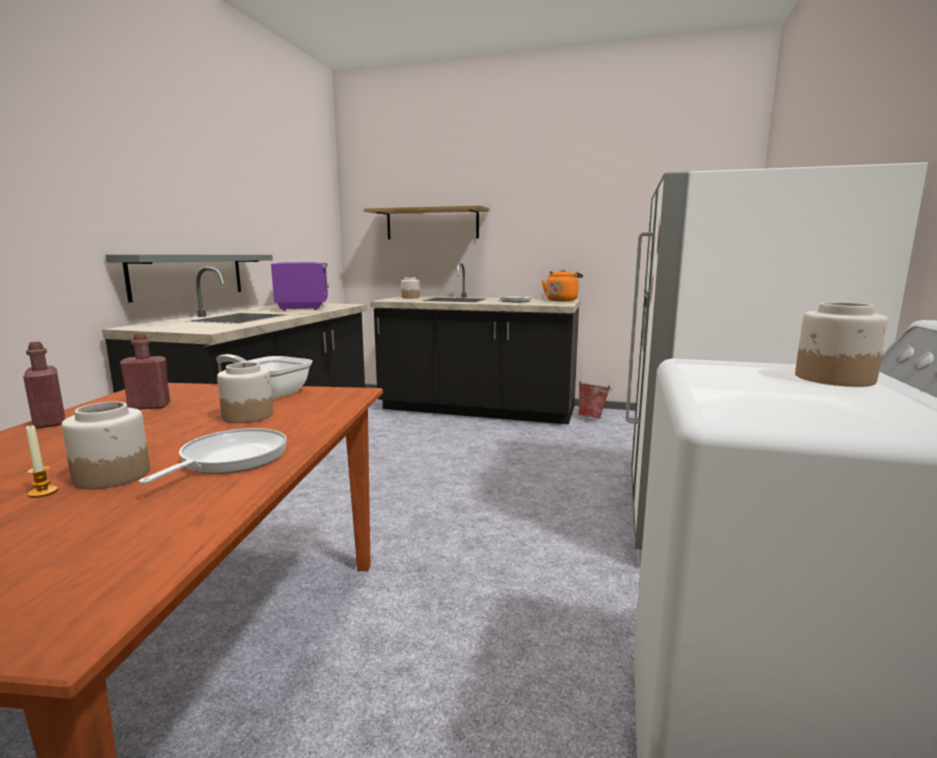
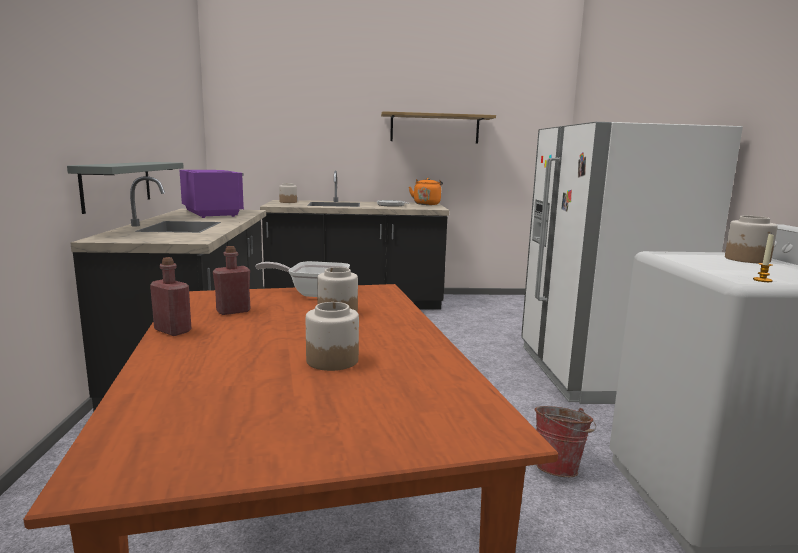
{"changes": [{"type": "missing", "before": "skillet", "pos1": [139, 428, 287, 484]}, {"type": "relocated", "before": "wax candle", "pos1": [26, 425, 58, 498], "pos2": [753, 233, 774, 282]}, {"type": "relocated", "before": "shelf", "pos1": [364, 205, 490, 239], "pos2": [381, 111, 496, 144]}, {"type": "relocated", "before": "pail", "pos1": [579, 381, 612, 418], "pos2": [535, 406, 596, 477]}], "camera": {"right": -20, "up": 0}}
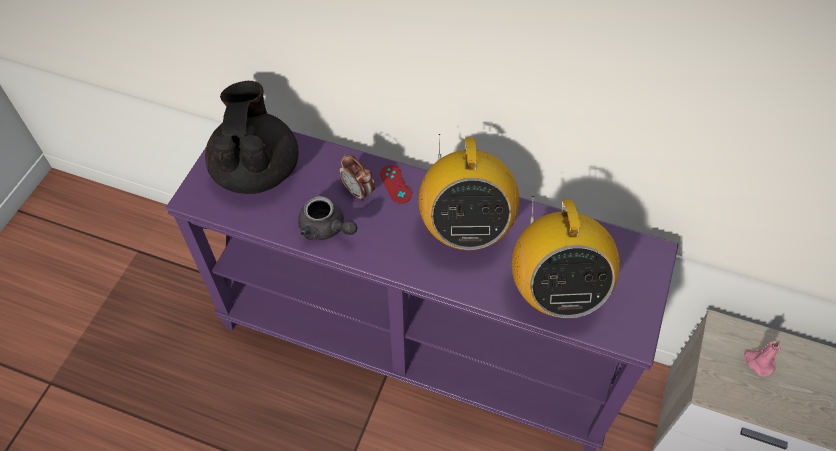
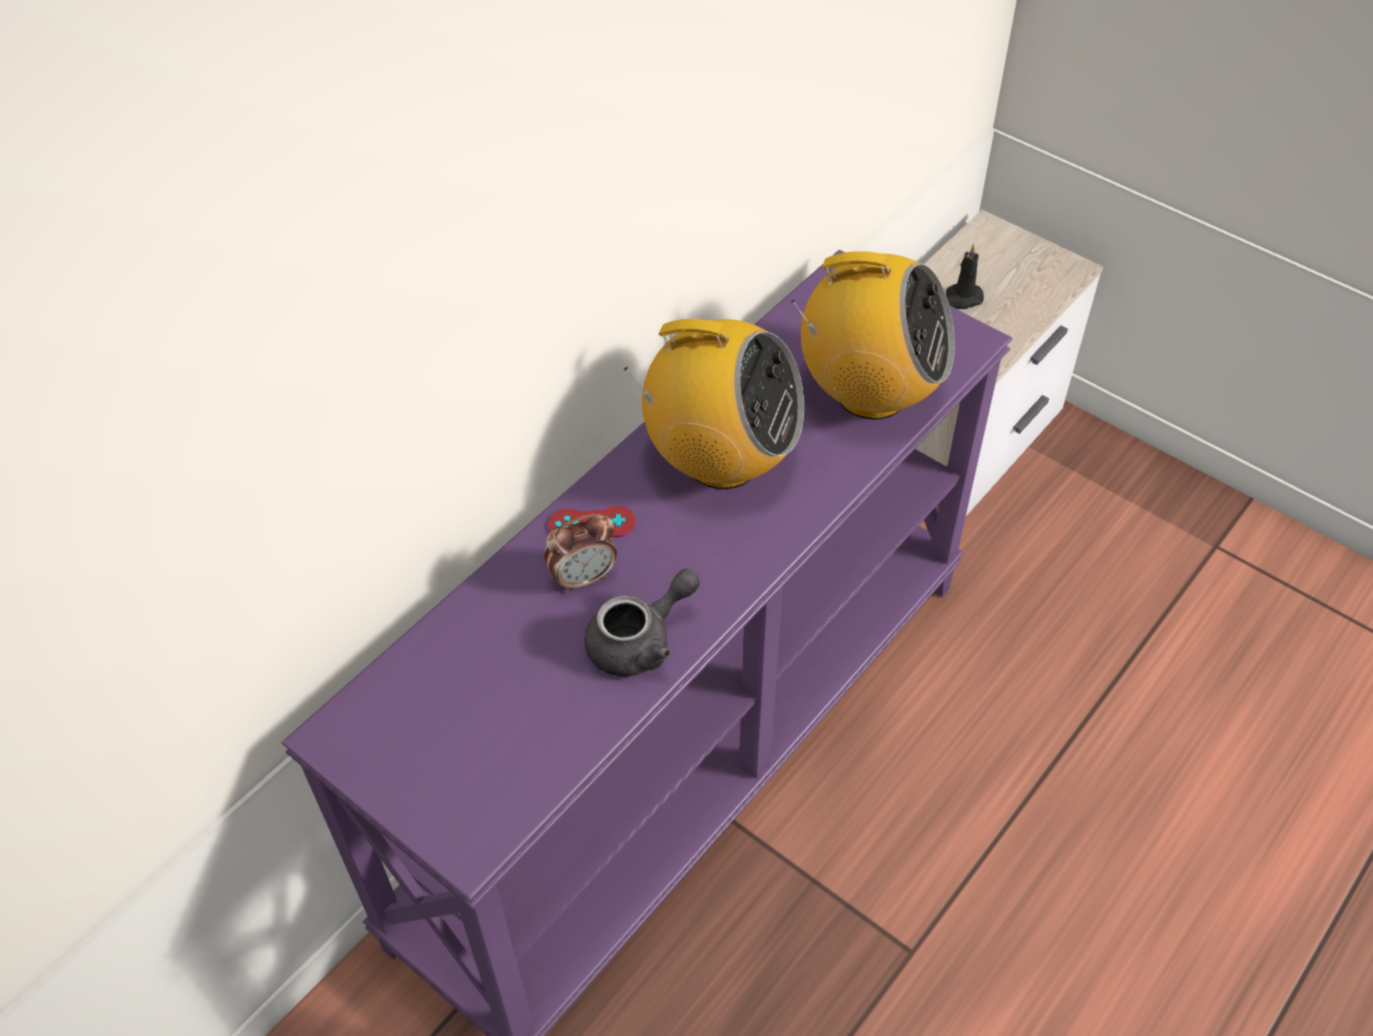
{"changes": [{"type": "missing", "before": "tea pot in black-coloured", "pos1": [205, 81, 299, 194]}, {"type": "colour", "before": "wax candle in pink-coloured", "after": "wax candle in black-coloured", "pos1": [744, 341, 780, 376], "pos2": [946, 244, 984, 309]}], "camera": {"right": -70, "up": -5}}
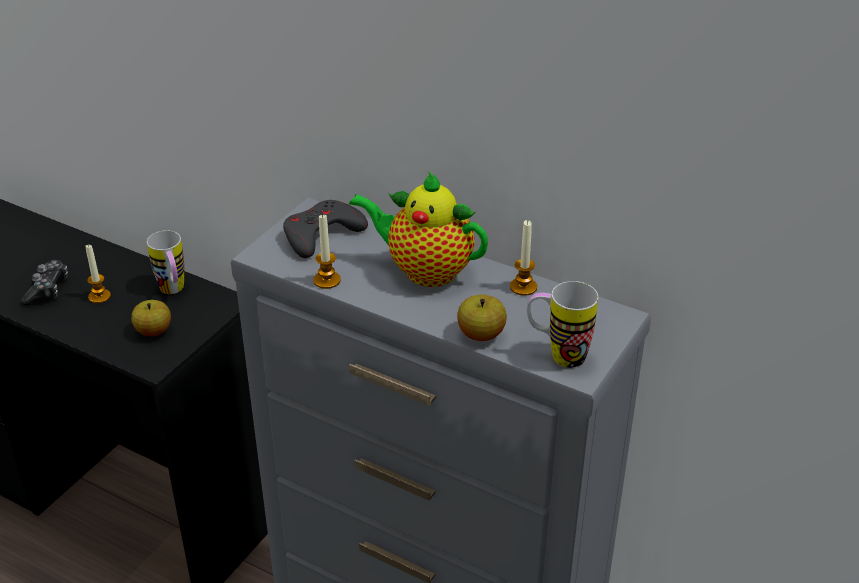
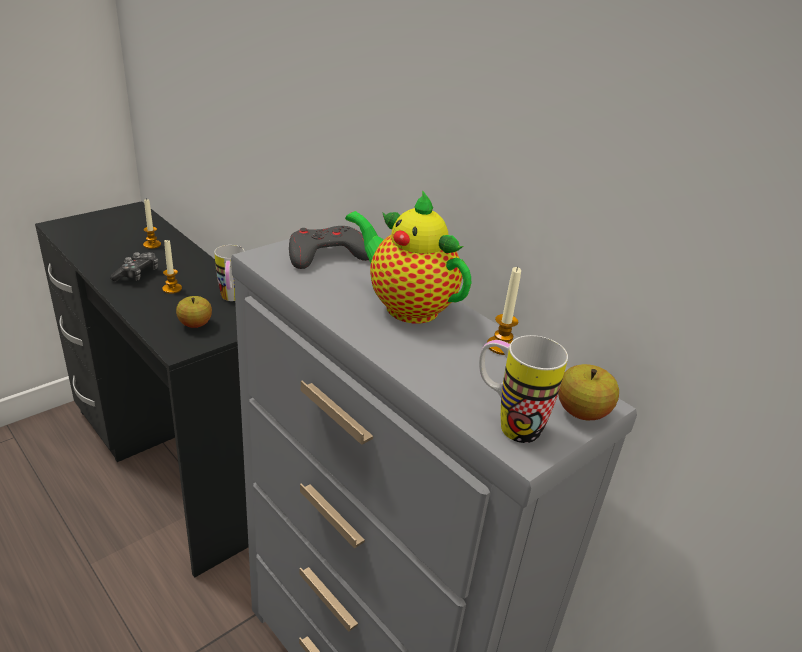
{"changes": [{"type": "relocated", "before": "wax candle", "pos1": [314, 214, 341, 289], "pos2": [143, 198, 161, 249]}, {"type": "relocated", "before": "whole apple", "pos1": [457, 295, 507, 341], "pos2": [558, 364, 619, 420]}], "camera": {"right": 15, "up": -5}}
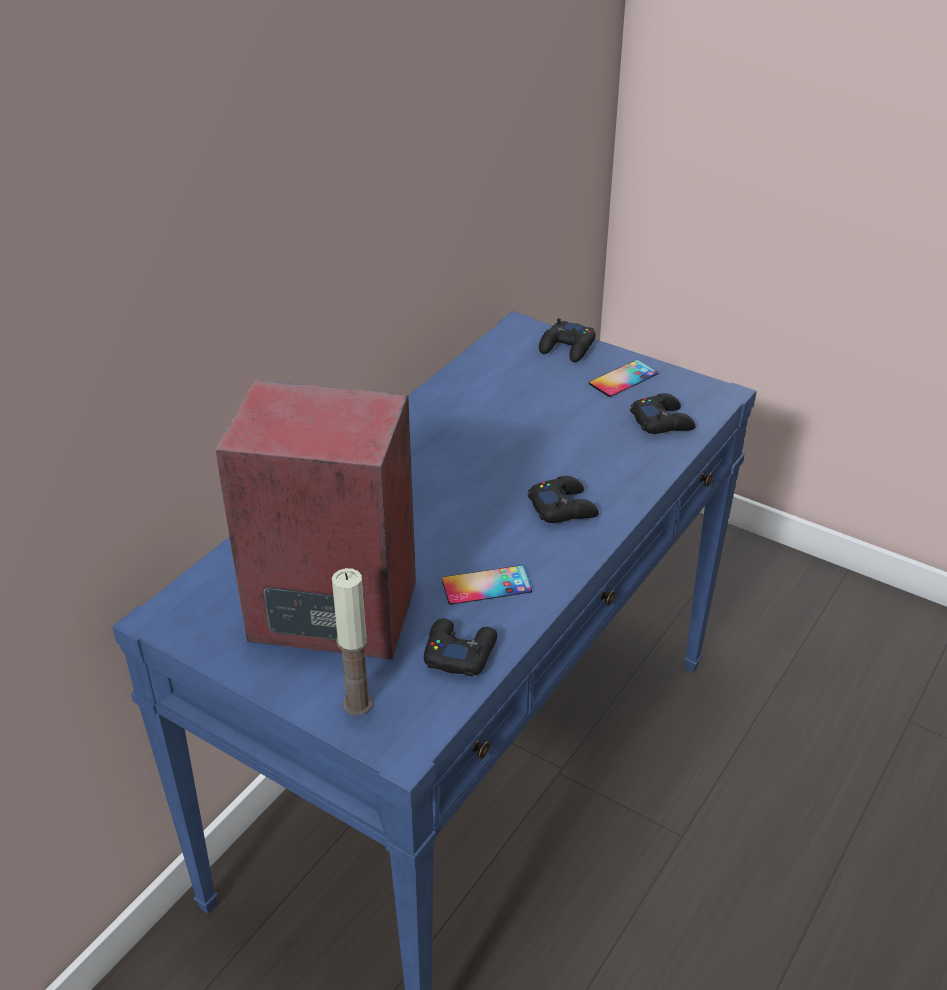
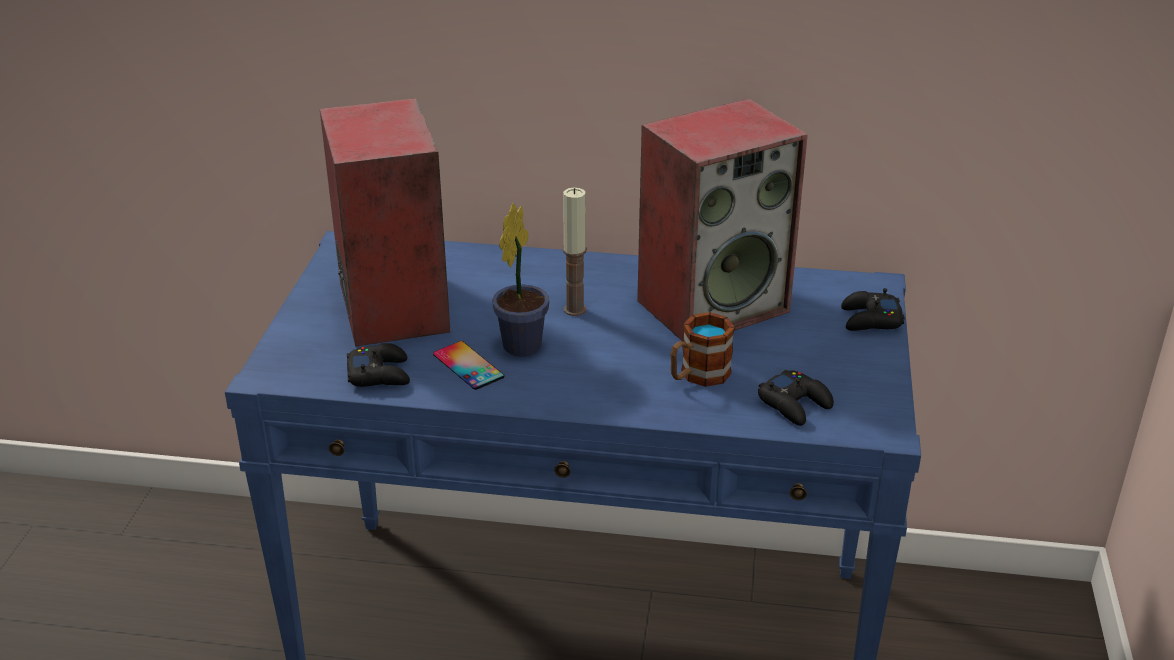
{"changes": [{"type": "missing", "before": "game controller in black-coloured", "pos1": [528, 476, 599, 523]}, {"type": "missing", "before": "handset", "pos1": [589, 360, 658, 397]}, {"type": "appeared", "after": "plant in a pot", "pos2": [492, 203, 549, 357]}, {"type": "appeared", "after": "audio speaker", "pos2": [637, 99, 808, 341]}, {"type": "appeared", "after": "mug", "pos2": [670, 312, 735, 387]}, {"type": "relocated", "before": "wax candle", "pos1": [332, 568, 373, 716], "pos2": [563, 187, 587, 316]}], "camera": {"right": 65, "up": -5}}
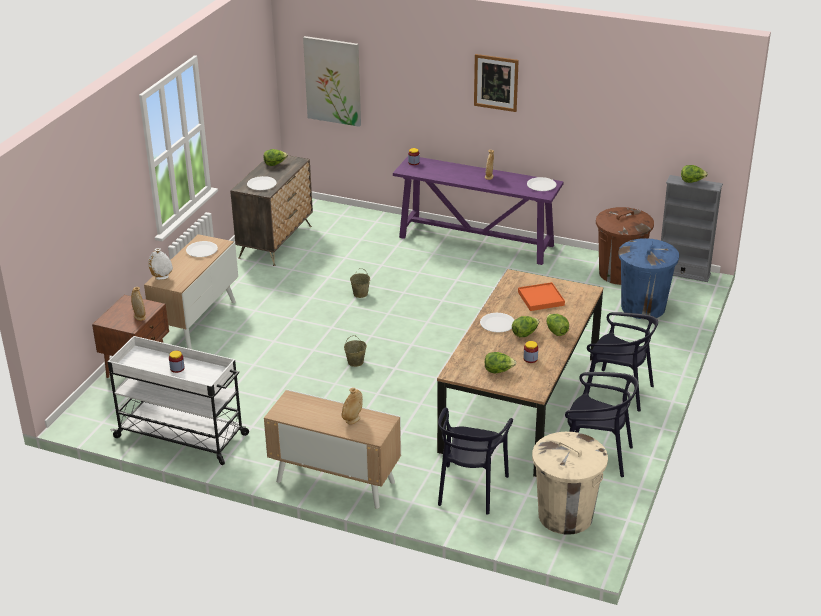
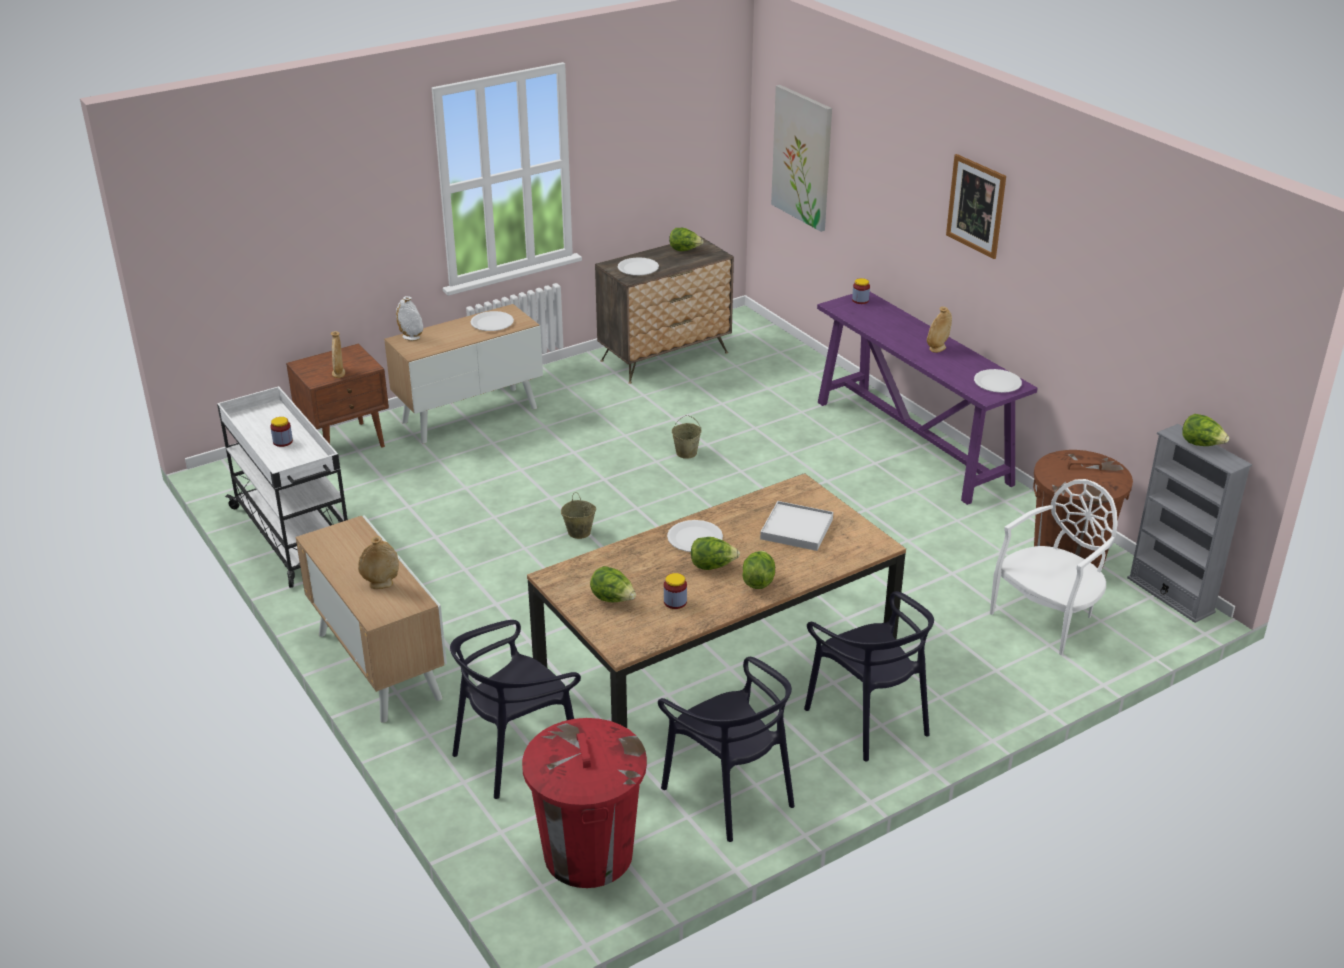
{"changes": [{"type": "exchanged", "before": "rubbish bin in blue", "after": "plain chair in whitish", "pos1": [618, 238, 679, 320], "pos2": [990, 479, 1118, 655]}, {"type": "colour", "before": "carrying tray in orange", "after": "carrying tray in whitish", "pos1": [518, 282, 565, 311], "pos2": [760, 501, 833, 551]}, {"type": "colour", "before": "rubbish bin in beige", "after": "rubbish bin in red-coloured", "pos1": [532, 432, 608, 535], "pos2": [522, 718, 647, 888]}], "camera": {"right": 35, "up": 0}}
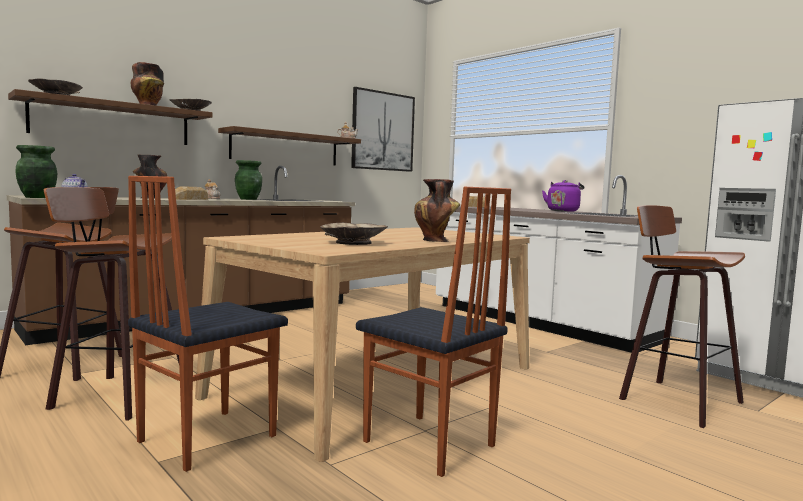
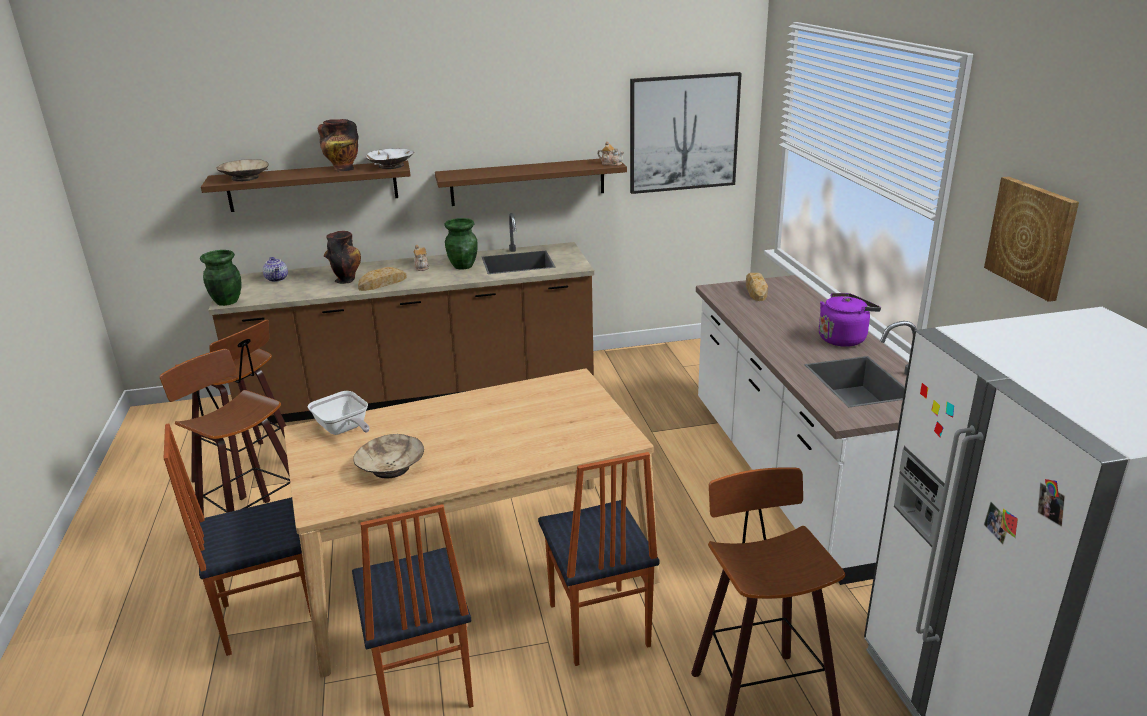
{"changes": [{"type": "missing", "before": "vase", "pos1": [414, 179, 460, 242]}, {"type": "appeared", "after": "skillet", "pos2": [308, 391, 370, 435]}, {"type": "appeared", "after": "plain chair", "pos2": [538, 452, 659, 666]}, {"type": "appeared", "after": "wall art", "pos2": [984, 176, 1079, 302]}], "camera": {"right": 30, "up": 20}}
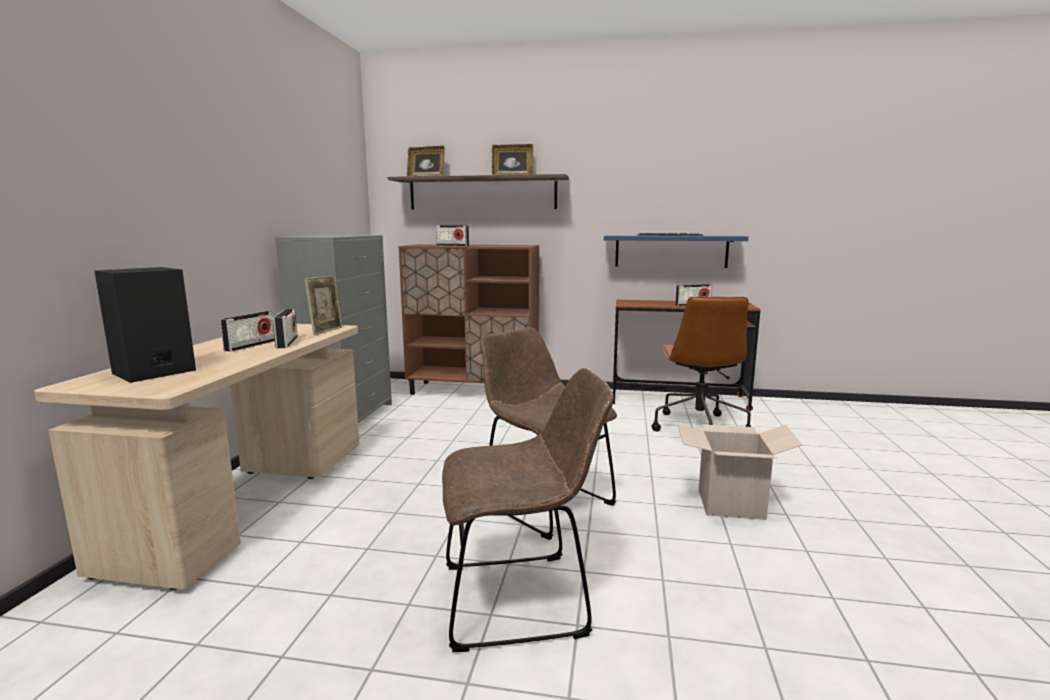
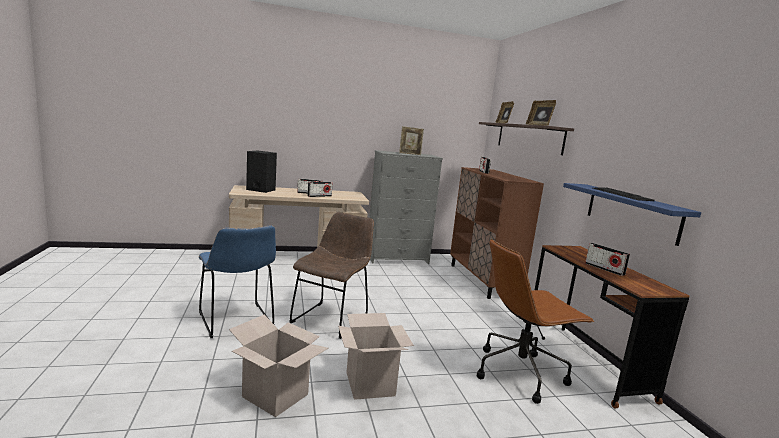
{"changes": [{"type": "appeared", "after": "cardboard box", "pos2": [229, 314, 329, 417]}, {"type": "relocated", "before": "picture frame", "pos1": [305, 275, 342, 335], "pos2": [399, 126, 424, 155]}, {"type": "colour", "before": "plain chair in brown", "after": "plain chair in blue", "pos1": [442, 368, 614, 652], "pos2": [199, 225, 276, 338]}], "camera": {"right": 65, "up": 0}}
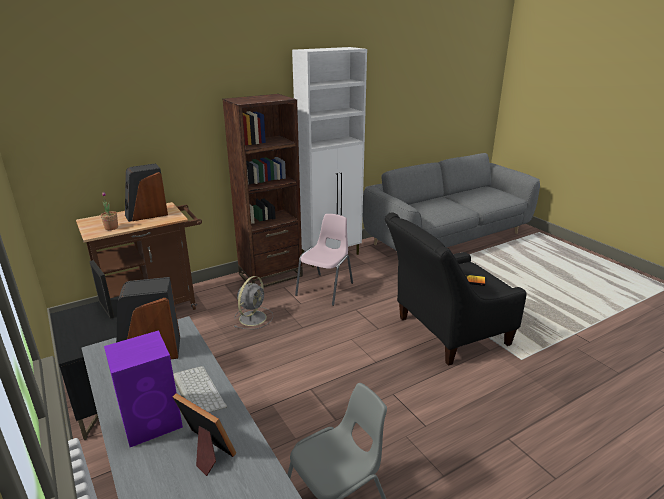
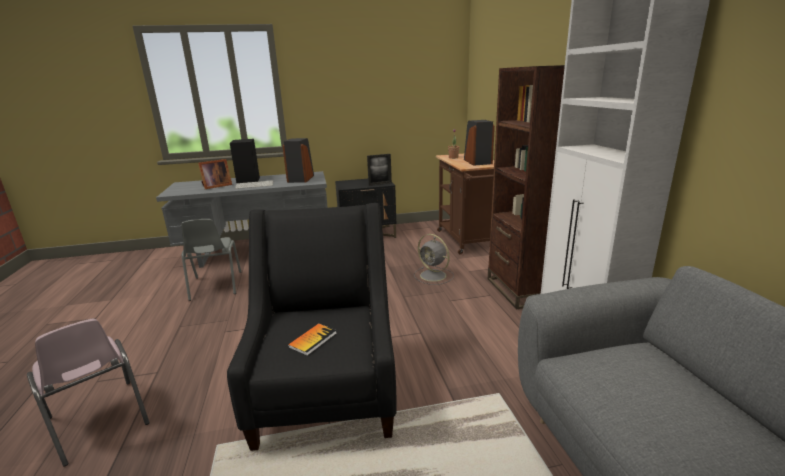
{"changes": [{"type": "relocated", "before": "plain chair in pink-coloured", "pos1": [295, 214, 353, 306], "pos2": [27, 319, 149, 467]}, {"type": "colour", "before": "audio speaker in purplish", "after": "audio speaker in black-coloured", "pos1": [104, 330, 183, 447], "pos2": [230, 139, 260, 184]}], "camera": {"right": 110, "up": -5}}
